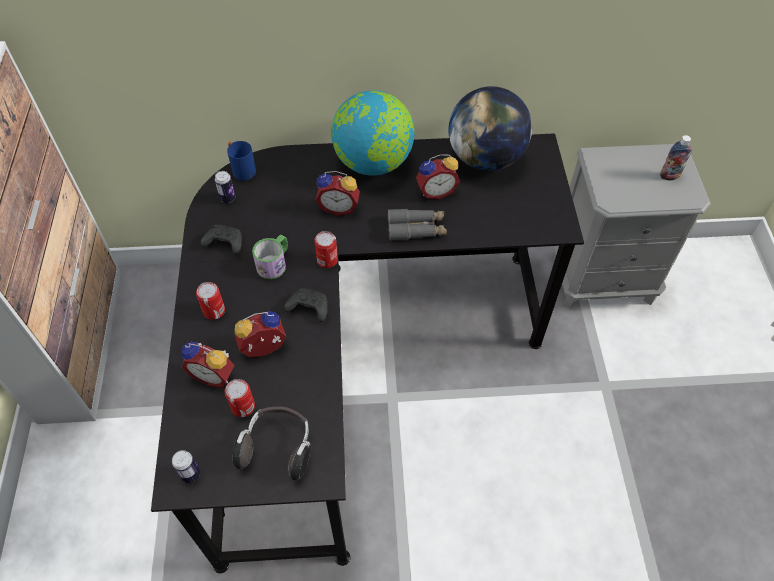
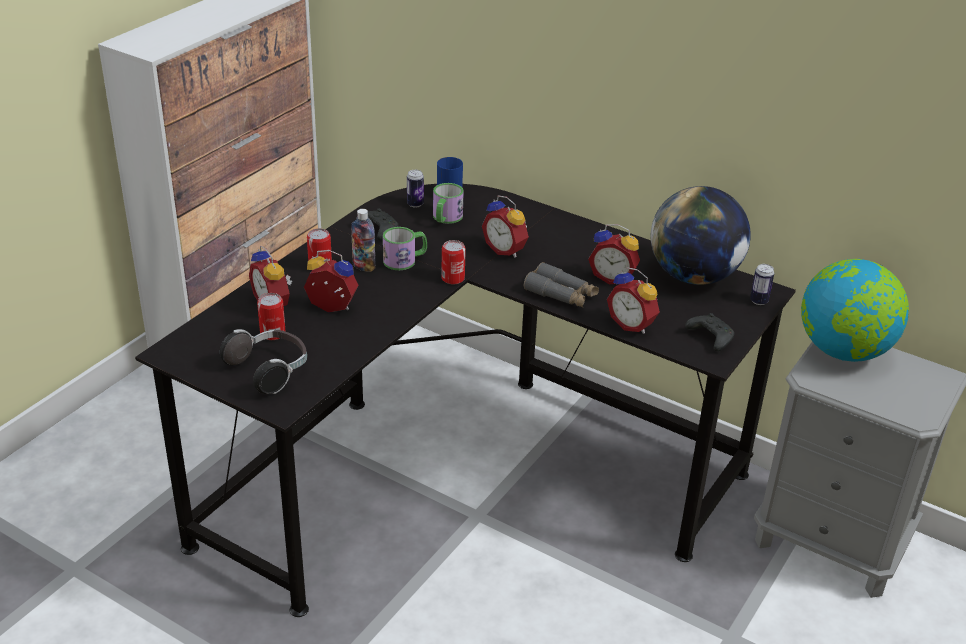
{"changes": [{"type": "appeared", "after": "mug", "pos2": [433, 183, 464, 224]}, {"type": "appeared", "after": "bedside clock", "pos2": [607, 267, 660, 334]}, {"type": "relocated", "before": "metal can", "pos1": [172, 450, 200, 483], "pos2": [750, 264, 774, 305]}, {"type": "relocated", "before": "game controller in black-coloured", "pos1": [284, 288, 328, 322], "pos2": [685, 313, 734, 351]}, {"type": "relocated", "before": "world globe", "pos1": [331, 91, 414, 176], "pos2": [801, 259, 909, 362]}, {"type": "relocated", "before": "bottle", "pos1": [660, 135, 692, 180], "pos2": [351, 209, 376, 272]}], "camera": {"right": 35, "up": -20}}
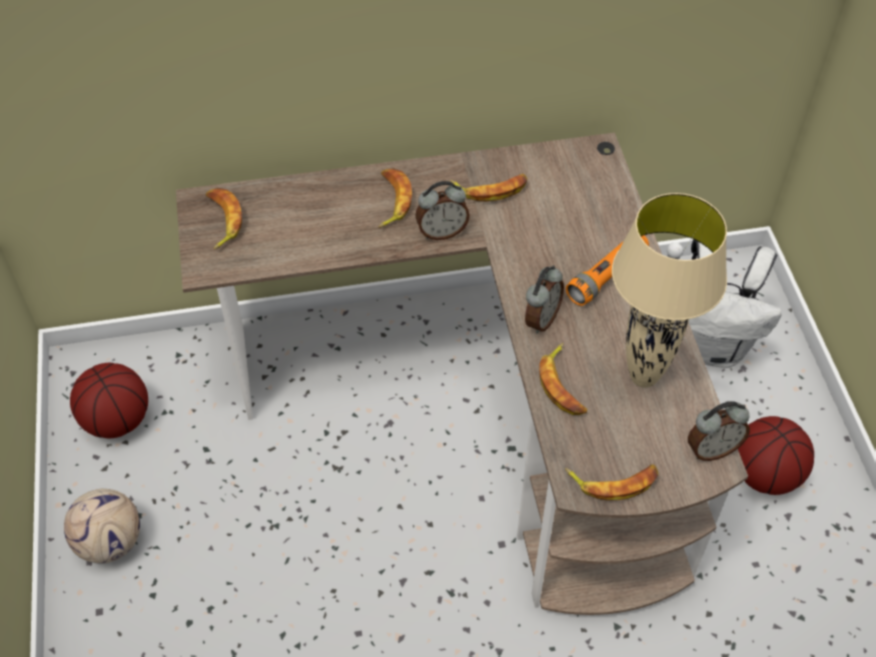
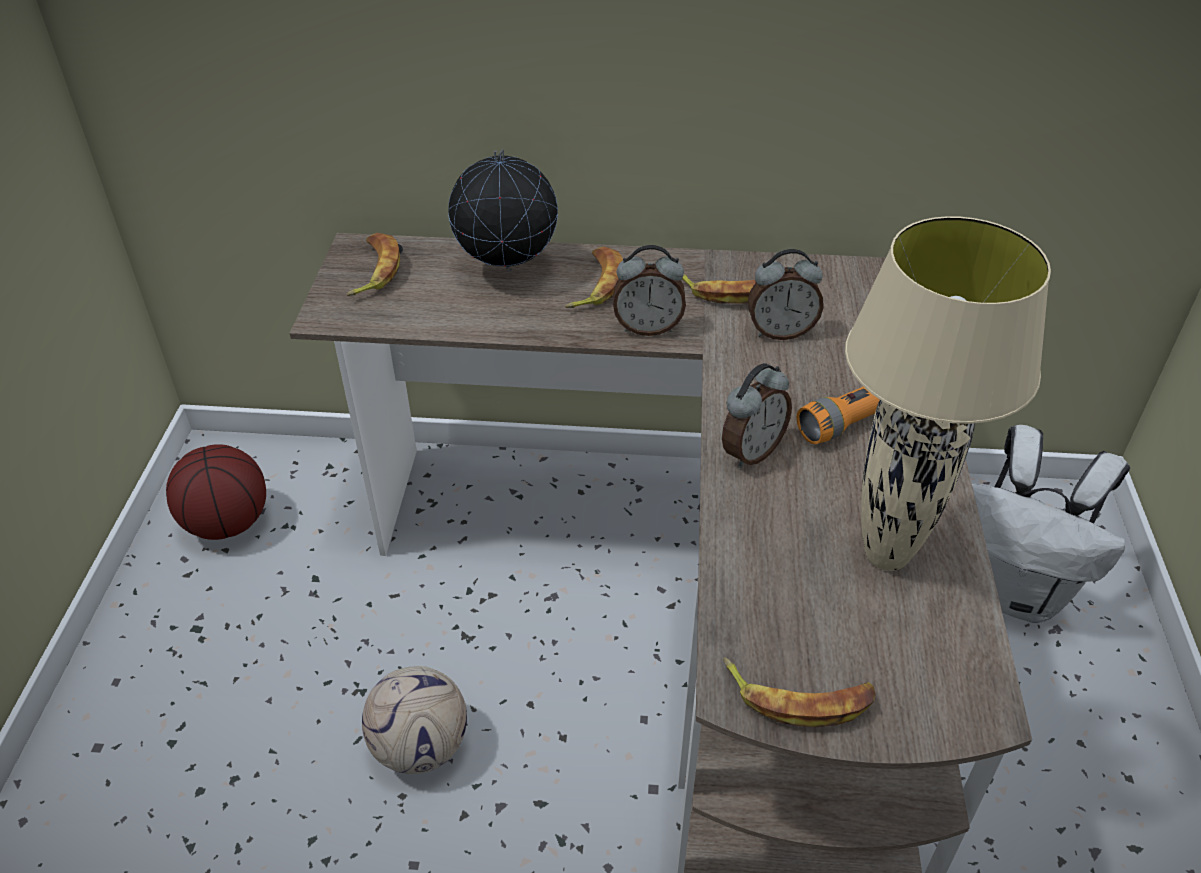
{"changes": [{"type": "missing", "before": "banana", "pos1": [539, 343, 587, 415]}, {"type": "missing", "before": "basketball ball", "pos1": [738, 416, 814, 495]}, {"type": "appeared", "after": "world globe", "pos2": [448, 149, 558, 272]}, {"type": "relocated", "before": "football", "pos1": [64, 489, 140, 563], "pos2": [362, 666, 467, 774]}, {"type": "relocated", "before": "bedside clock", "pos1": [688, 401, 750, 461], "pos2": [748, 249, 824, 340]}], "camera": {"right": 15, "up": -10}}
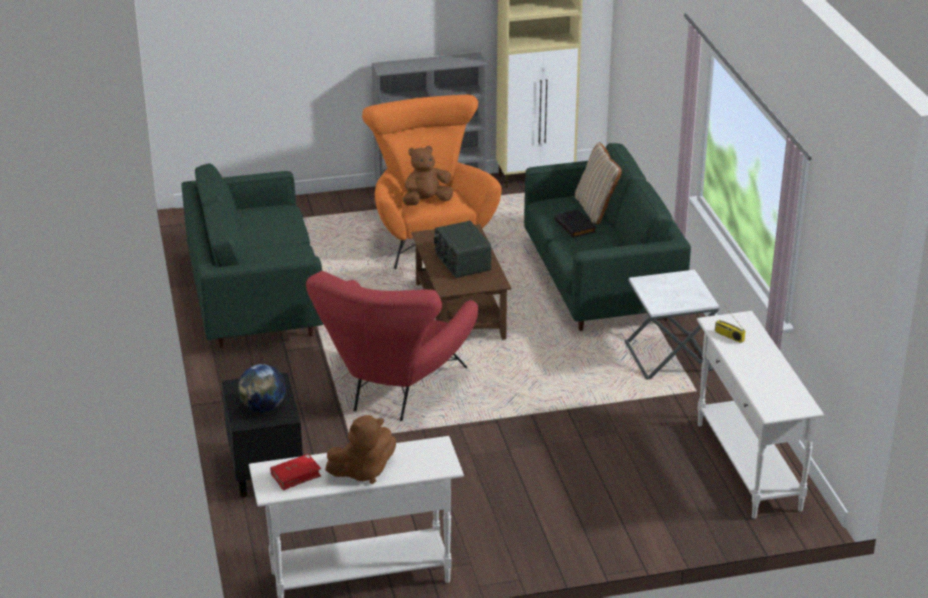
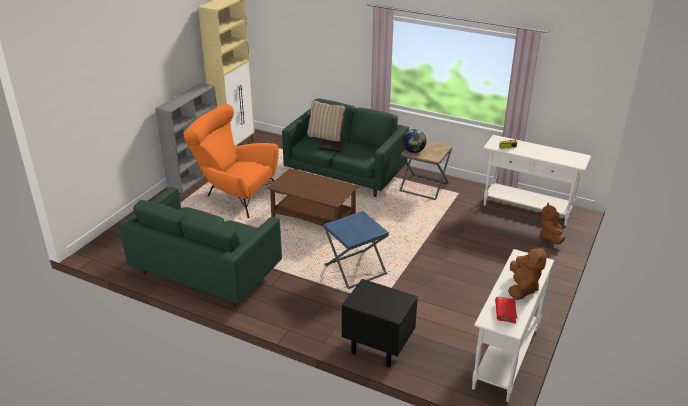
{"changes": [{"type": "missing", "before": "radio receiver", "pos1": [434, 221, 491, 278]}, {"type": "relocated", "before": "world globe", "pos1": [238, 364, 286, 412], "pos2": [403, 129, 426, 153]}, {"type": "relocated", "before": "plush toy in brown", "pos1": [403, 146, 453, 205], "pos2": [539, 203, 565, 244]}, {"type": "exchanged", "before": "easy chair in red-coloured", "after": "end table in blue", "pos1": [306, 271, 478, 421], "pos2": [324, 211, 389, 289]}, {"type": "colour", "before": "end table in whitish", "after": "end table in brown", "pos1": [625, 270, 719, 380], "pos2": [399, 140, 452, 200]}], "camera": {"right": -50, "up": 0}}
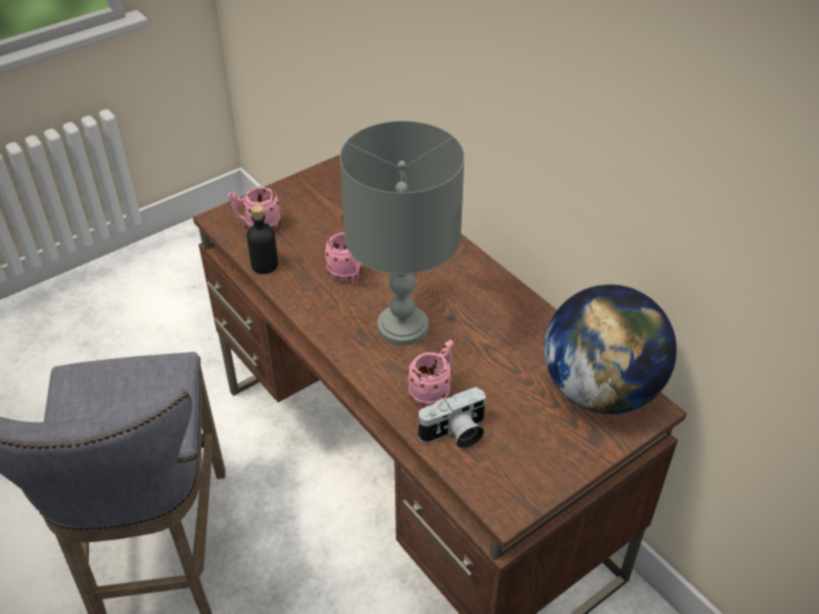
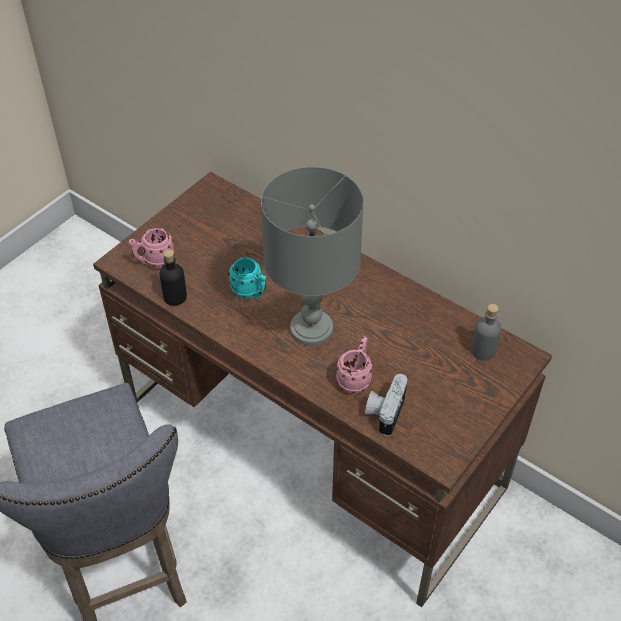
{"changes": [{"type": "exchanged", "before": "world globe", "after": "bottle in grey", "pos1": [544, 284, 677, 414], "pos2": [471, 304, 501, 361]}, {"type": "colour", "before": "mug in pink-coloured", "after": "mug in turquoise-coloured", "pos1": [324, 232, 364, 284], "pos2": [228, 257, 266, 299]}, {"type": "spun", "before": "still camera", "pos1": [417, 387, 486, 449], "pos2": [365, 374, 407, 436], "turn": 150}], "camera": {"right": -15, "up": 5}}
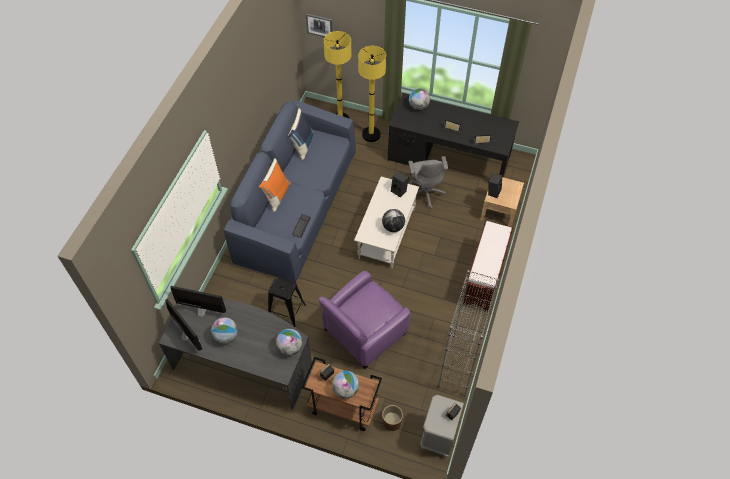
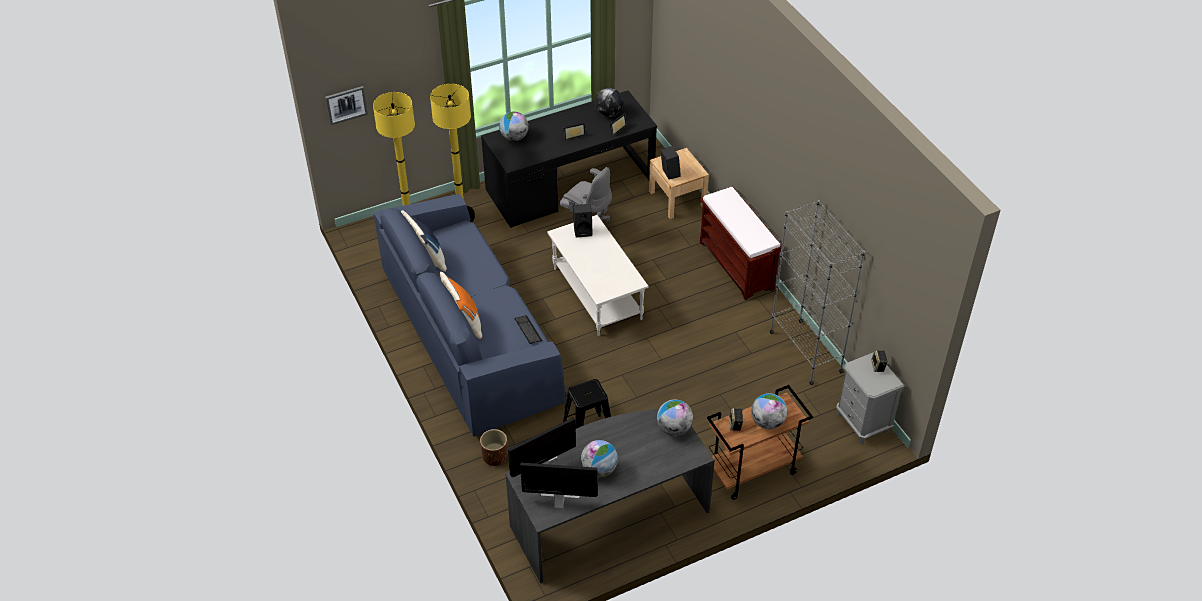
{"changes": [{"type": "missing", "before": "easy chair in purplish", "pos1": [319, 271, 411, 369]}, {"type": "relocated", "before": "world globe", "pos1": [382, 209, 405, 232], "pos2": [595, 88, 623, 117]}, {"type": "relocated", "before": "planter in brown", "pos1": [382, 405, 403, 431], "pos2": [480, 429, 508, 466]}], "camera": {"right": -45, "up": -10}}
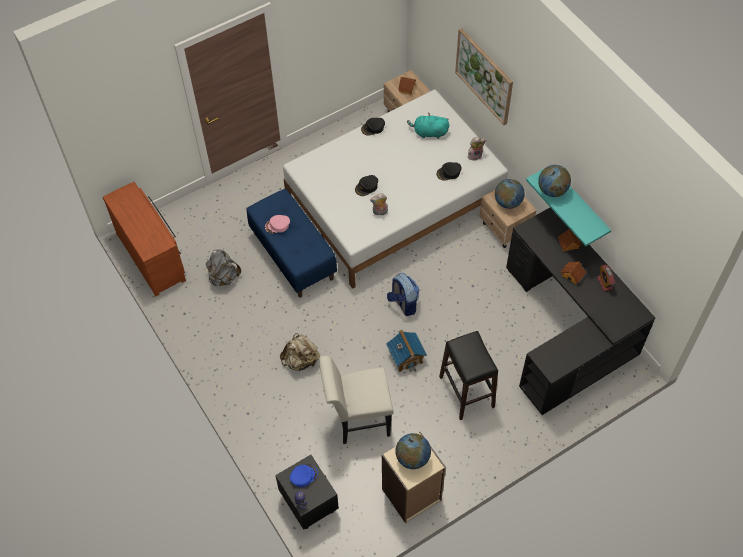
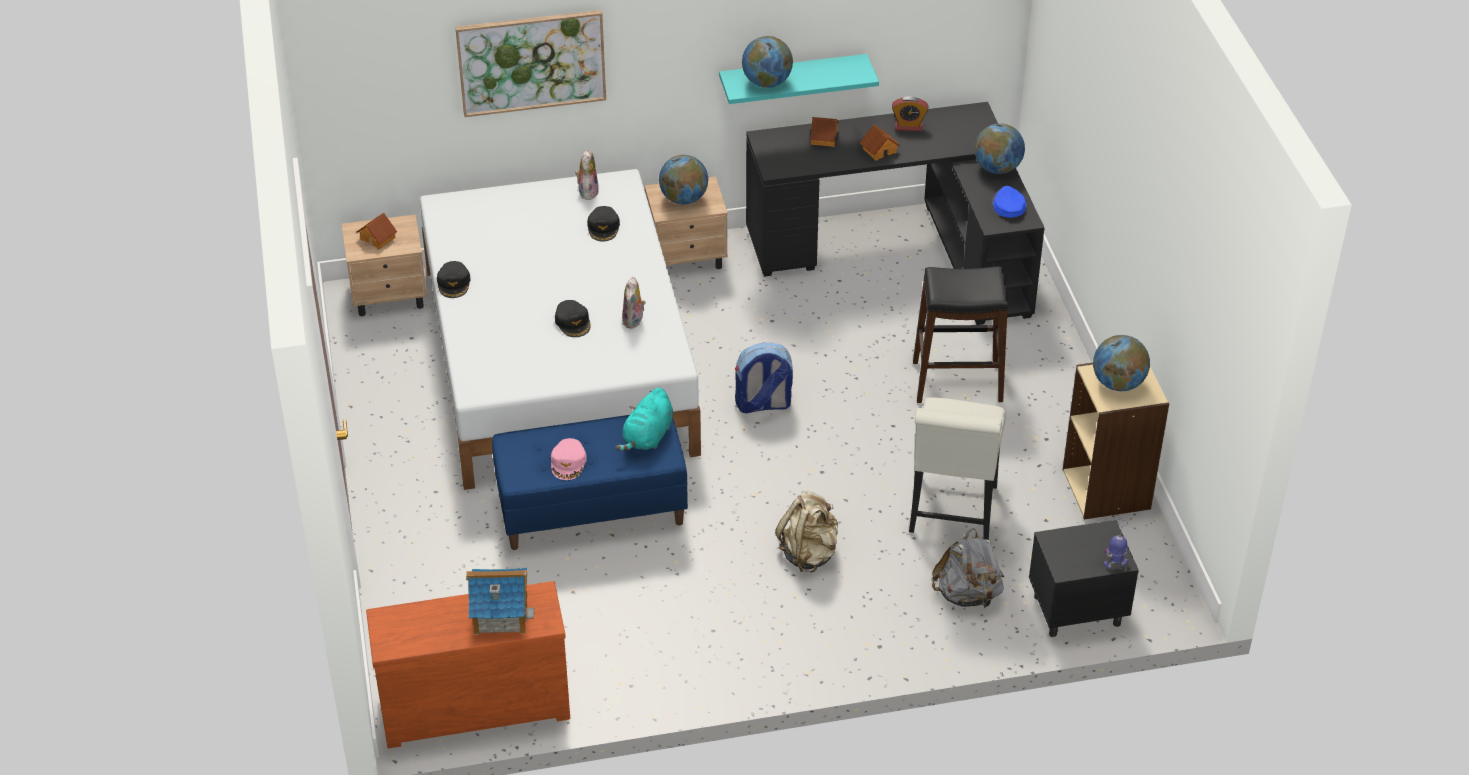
{"changes": [{"type": "appeared", "after": "world globe", "pos2": [974, 123, 1025, 174]}, {"type": "relocated", "before": "backpack in grey", "pos1": [206, 249, 241, 286], "pos2": [932, 528, 1004, 610]}, {"type": "relocated", "before": "baseball cap in blue", "pos1": [289, 464, 318, 487], "pos2": [992, 186, 1026, 218]}, {"type": "relocated", "before": "miniature house", "pos1": [386, 330, 427, 372], "pos2": [466, 568, 534, 635]}, {"type": "relocated", "before": "plush toy in turquoise-coloured", "pos1": [407, 113, 449, 139], "pos2": [616, 388, 673, 451]}], "camera": {"right": -70, "up": -15}}
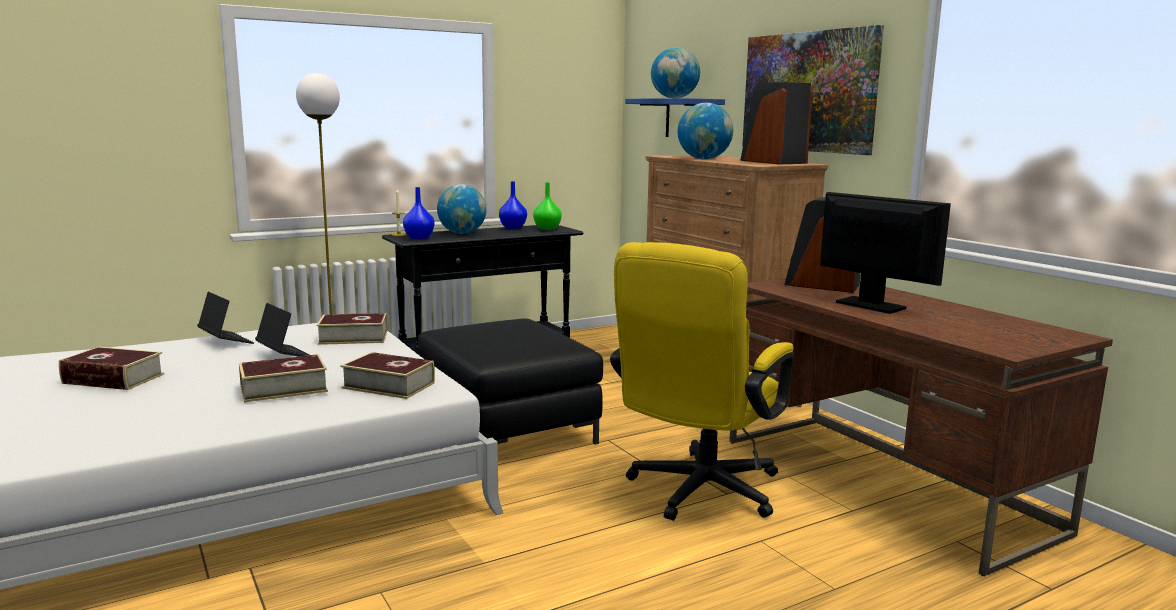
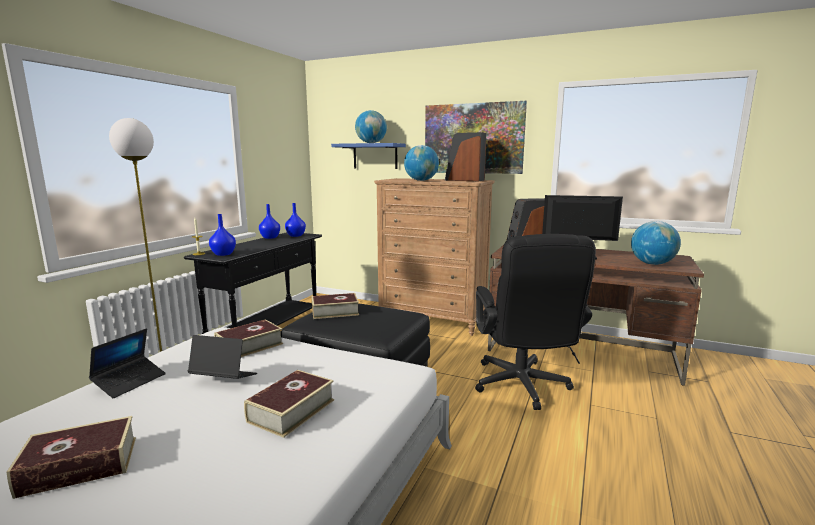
{"changes": [{"type": "relocated", "before": "bound book", "pos1": [340, 352, 435, 399], "pos2": [312, 293, 359, 319]}, {"type": "relocated", "before": "world globe", "pos1": [437, 184, 487, 234], "pos2": [631, 221, 681, 265]}, {"type": "colour", "before": "vase in greenish", "after": "vase in blue", "pos1": [533, 182, 562, 230], "pos2": [285, 203, 306, 237]}, {"type": "colour", "before": "desk chair in yellow-coloured", "after": "desk chair in black-coloured", "pos1": [610, 242, 794, 521], "pos2": [475, 234, 596, 410]}, {"type": "spun", "before": "laptop", "pos1": [197, 292, 254, 344], "pos2": [89, 329, 166, 398], "turn": 105}], "camera": {"right": -35, "up": 0}}
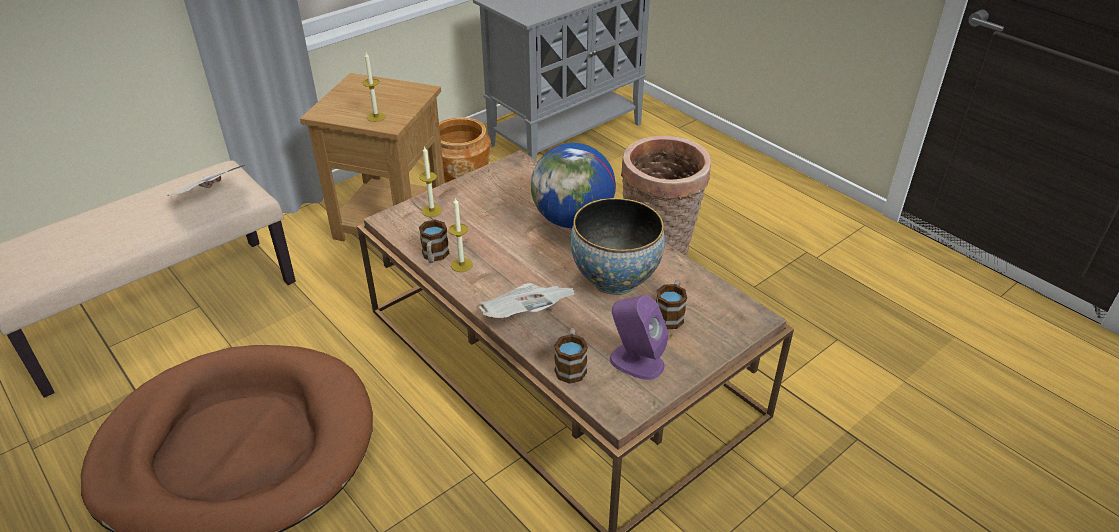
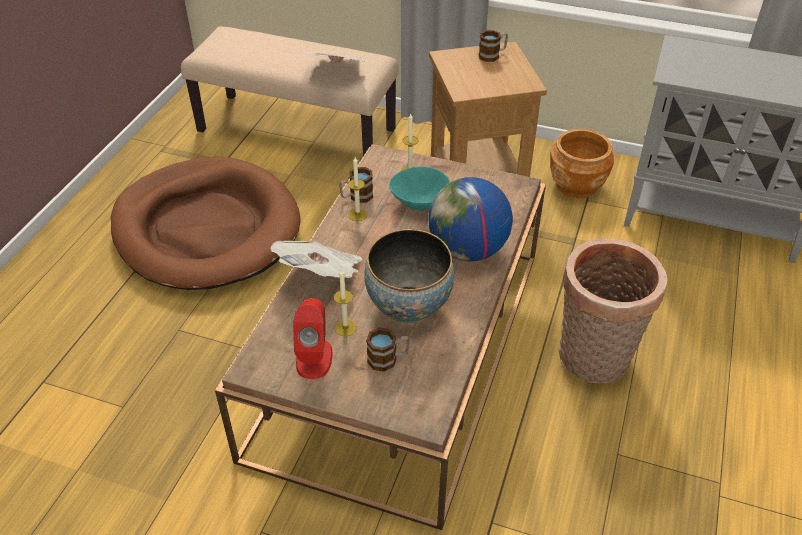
{"changes": [{"type": "appeared", "after": "serving bowl in turquoise-coloured", "pos2": [389, 166, 450, 211]}, {"type": "relocated", "before": "wax candle", "pos1": [363, 52, 386, 122], "pos2": [334, 268, 357, 336]}, {"type": "relocated", "before": "mug", "pos1": [554, 328, 588, 384], "pos2": [479, 30, 508, 62]}, {"type": "colour", "before": "audio speaker in purplish", "after": "audio speaker in red-coloured", "pos1": [610, 295, 668, 380], "pos2": [293, 298, 333, 379]}], "camera": {"right": 60, "up": 5}}
